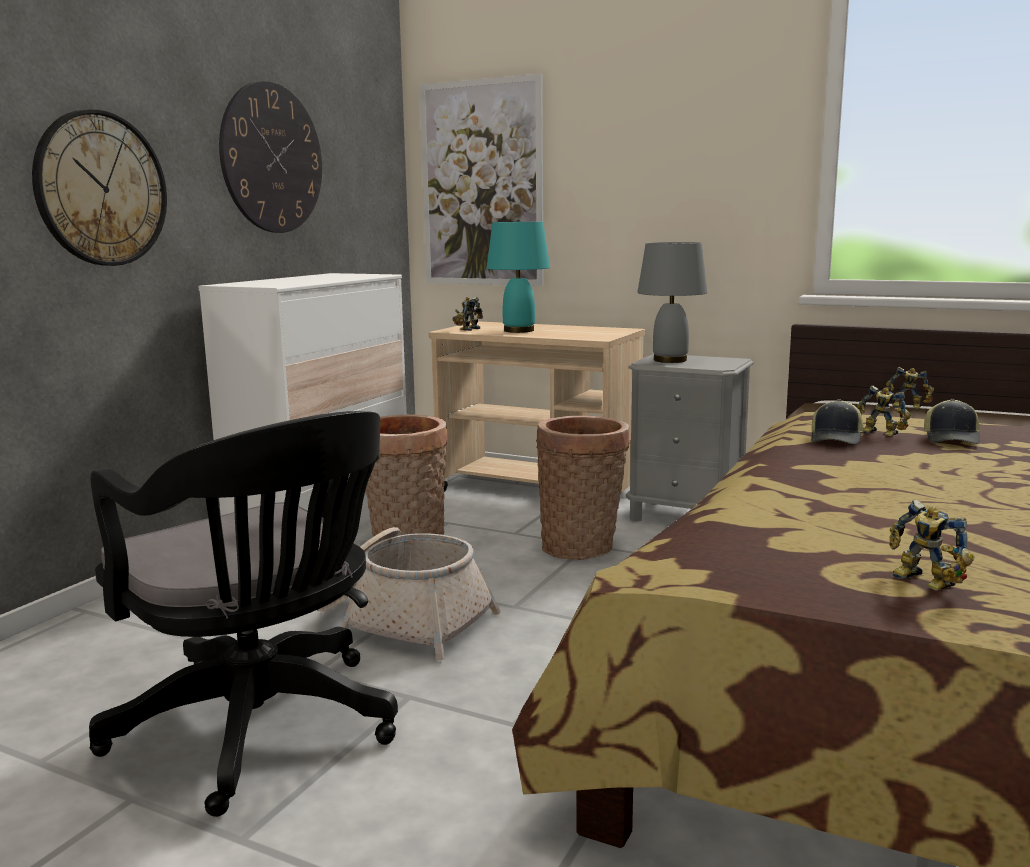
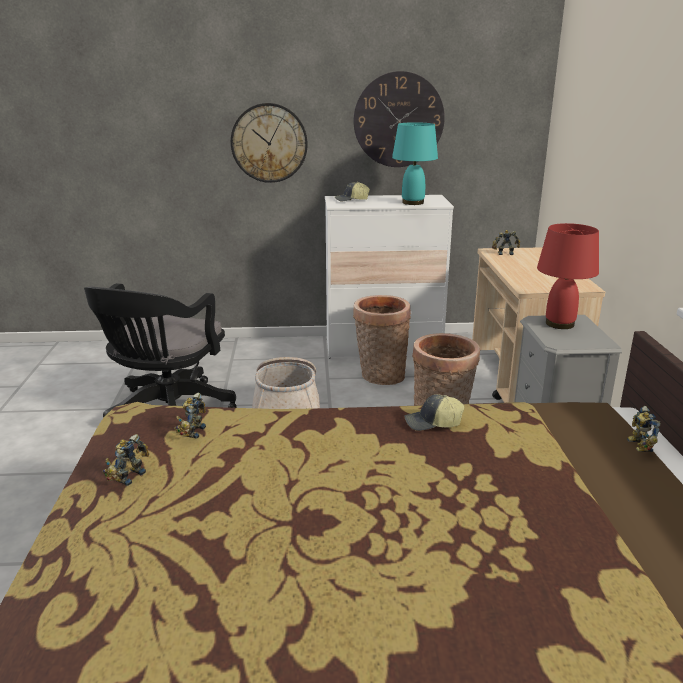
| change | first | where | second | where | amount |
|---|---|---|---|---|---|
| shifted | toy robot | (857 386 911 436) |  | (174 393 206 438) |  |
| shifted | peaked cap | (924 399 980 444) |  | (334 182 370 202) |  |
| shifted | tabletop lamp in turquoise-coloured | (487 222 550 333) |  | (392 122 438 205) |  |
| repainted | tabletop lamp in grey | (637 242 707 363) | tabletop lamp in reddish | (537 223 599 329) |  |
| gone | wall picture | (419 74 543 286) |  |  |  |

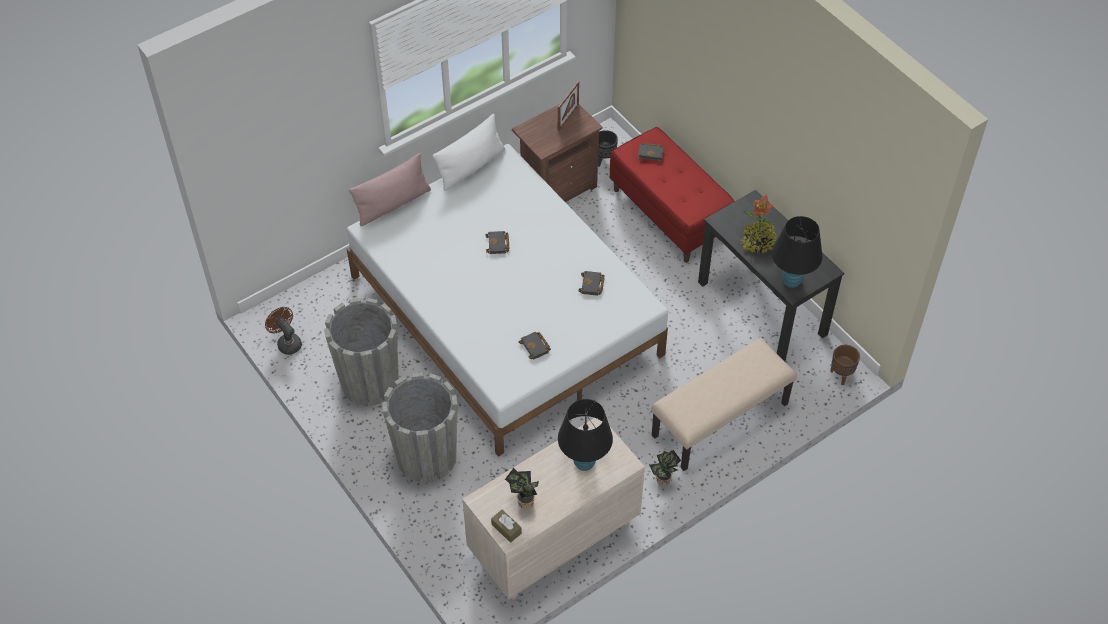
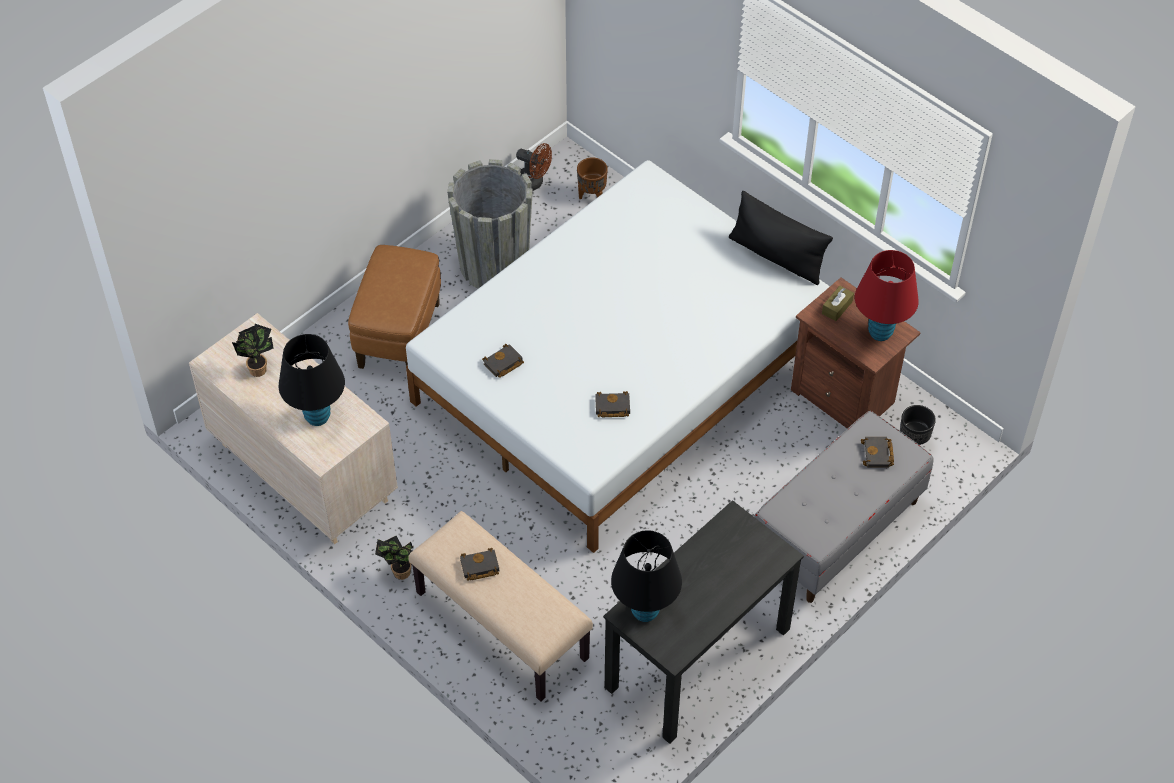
| change | first | where | second | where | amount |
|---|---|---|---|---|---|
| swapped | flower pot in grey | (382 372 458 483) | footrest in brown-coloured | (348 245 441 369) |  |
| shifted | book in blackish | (485 231 509 254) |  | (460 548 499 581) |  |
| rotated | cooling fan in brown-coloured | (265 307 302 355) |  | (516 143 552 191) | 75 degrees clockwise |
| shifted | flower pot in brown-coloured | (830 345 860 385) |  | (577 157 608 199) |  |
| repainted | cushion in white | (433 114 505 191) | cushion in blackish | (729 191 833 285) |  |
| repainted | bench in reddish | (610 127 735 263) | bench in grey | (754 411 933 603) |  |
| shifted | tissue box in brown-coloured | (491 510 522 543) |  | (822 286 854 321) |  |
| swapped | photo frame | (558 81 579 131) | tabletop lamp in reddish | (855 250 919 341) |  |
| gone | cushion in pink | (349 153 431 226) |  |  |  |
| gone | houseplant | (741 195 777 253) |  |  |  |

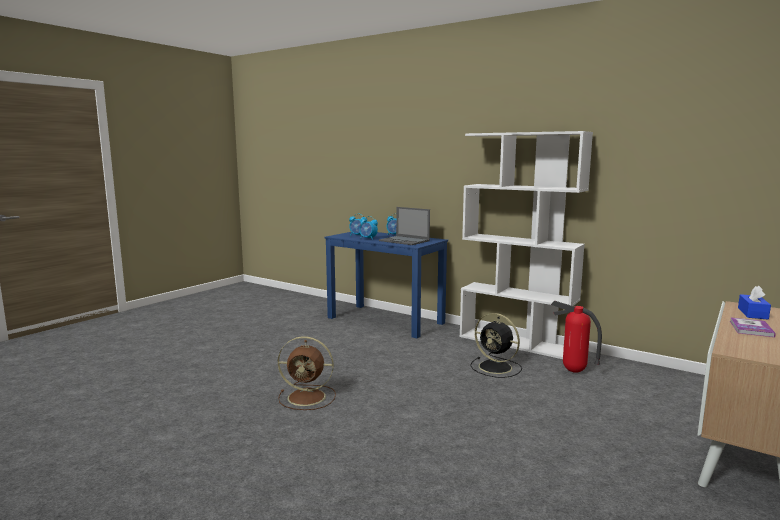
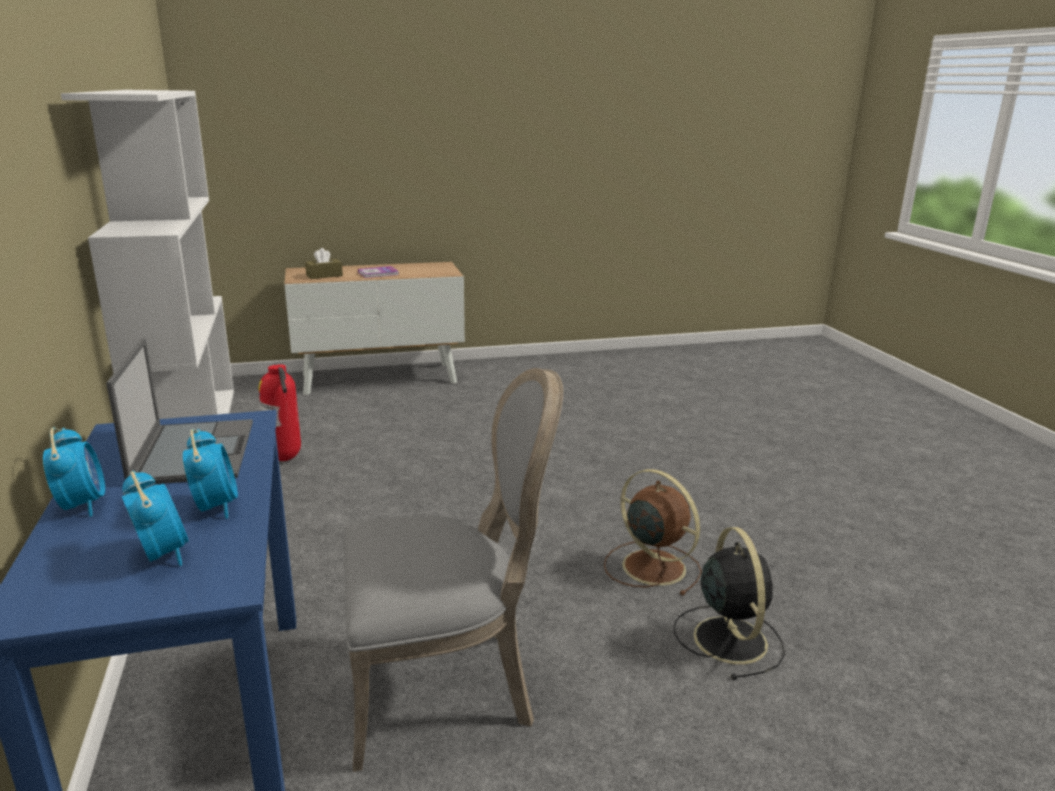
| change | first | where | second | where | amount |
|---|---|---|---|---|---|
| repainted | tissue box in blue | (738 285 771 320) | tissue box in brown-coloured | (305 248 343 279) |  |
| new |  |  | plain chair in grey | (344 368 563 772) |  |
| shifted | cooling fan in blackish | (470 313 522 378) |  | (674 527 785 680) |  |

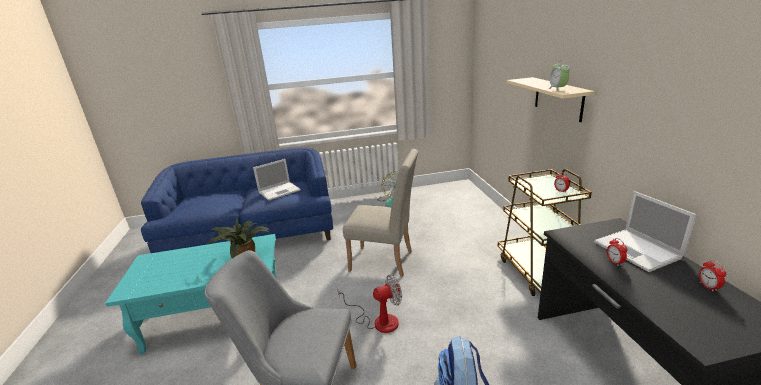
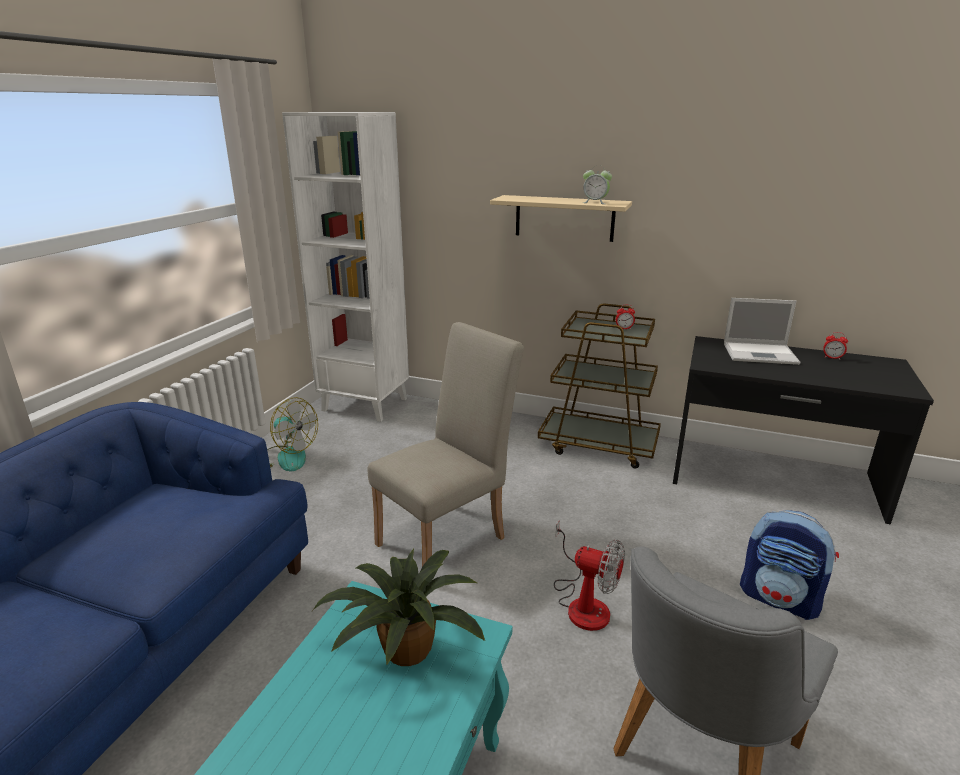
| change | first | where | second | where | amount |
|---|---|---|---|---|---|
| new |  |  | bookshelf in white | (282 112 409 422) |  |
| rotated | cooling fan | (337 275 402 333) |  | (554 520 625 631) | 105 degrees clockwise |
| gone | notebook computer | (253 159 301 201) |  |  |  |
| gone | table clock | (607 238 628 266) |  |  |  |

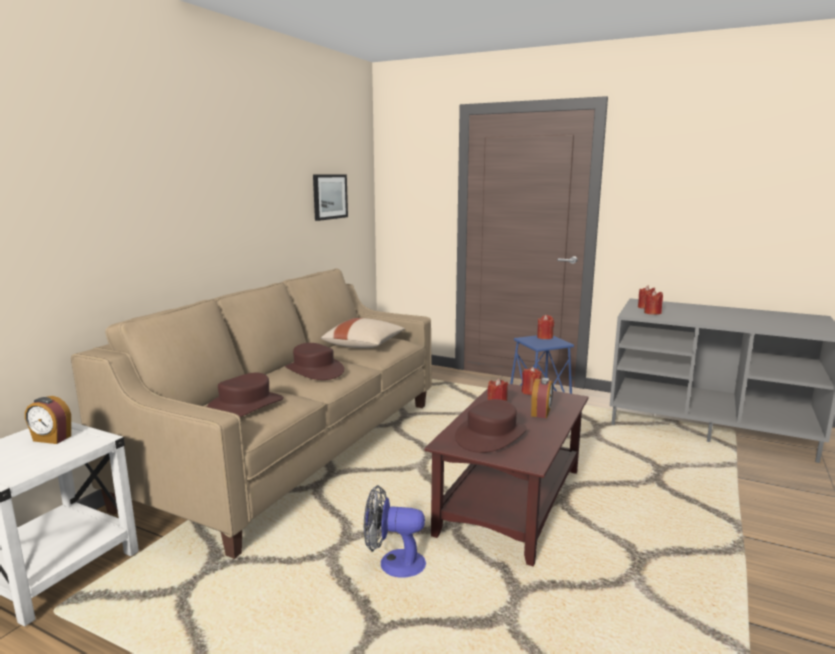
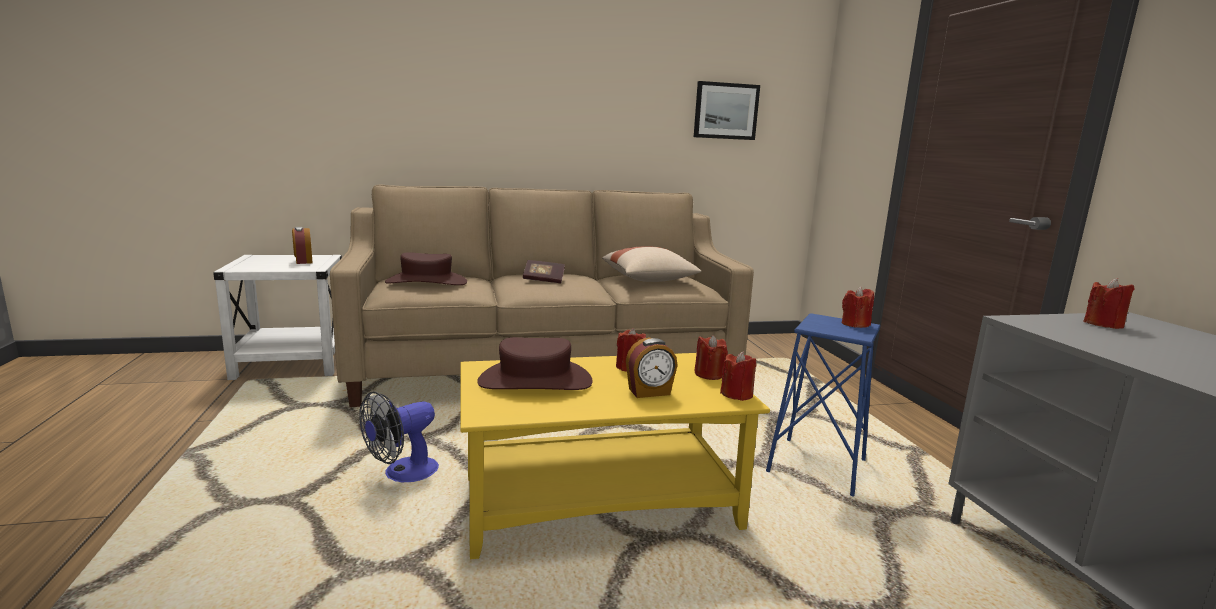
| change | first | where | second | where | amount |
|---|---|---|---|---|---|
| rotated | cooling fan | (364 485 426 578) |  | (359 391 439 482) | 105 degrees counterclockwise |
| repainted | coffee table in brown-coloured | (424 384 589 566) | coffee table in yellowish | (460 353 770 560) |  |
| swapped | clothing hat in brown-coloured | (285 343 344 380) | book | (523 260 565 283) |  |
| shifted | candle in reddish | (644 290 663 315) |  | (720 351 757 401) |  |

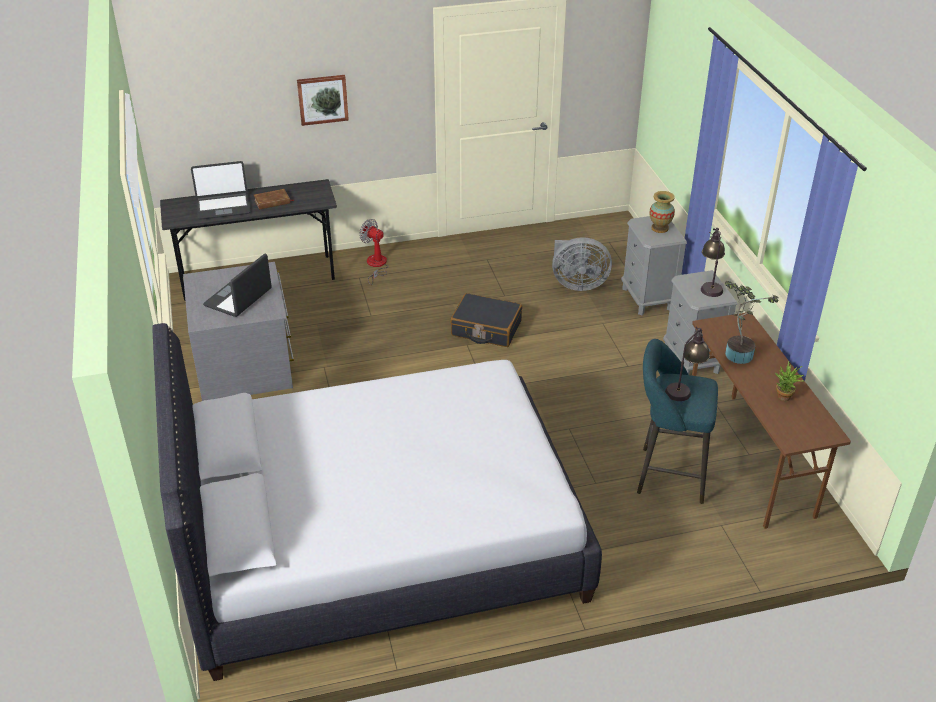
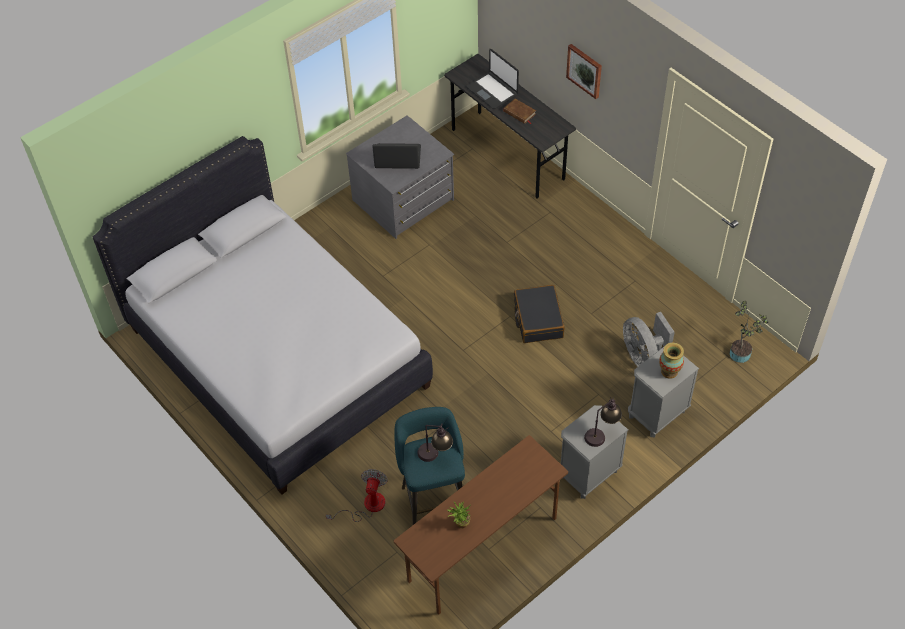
| change | first | where | second | where | amount |
|---|---|---|---|---|---|
| shifted | cooling fan | (359 219 389 285) |  | (325 469 388 522) |  |
| shifted | houseplant | (725 281 779 364) |  | (729 301 768 363) |  |

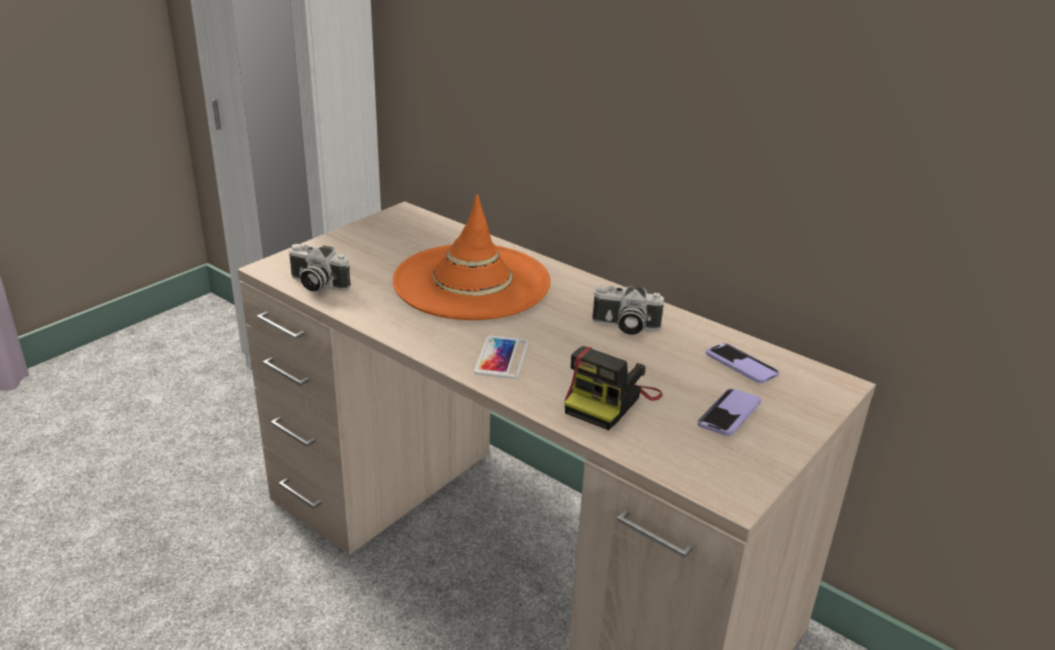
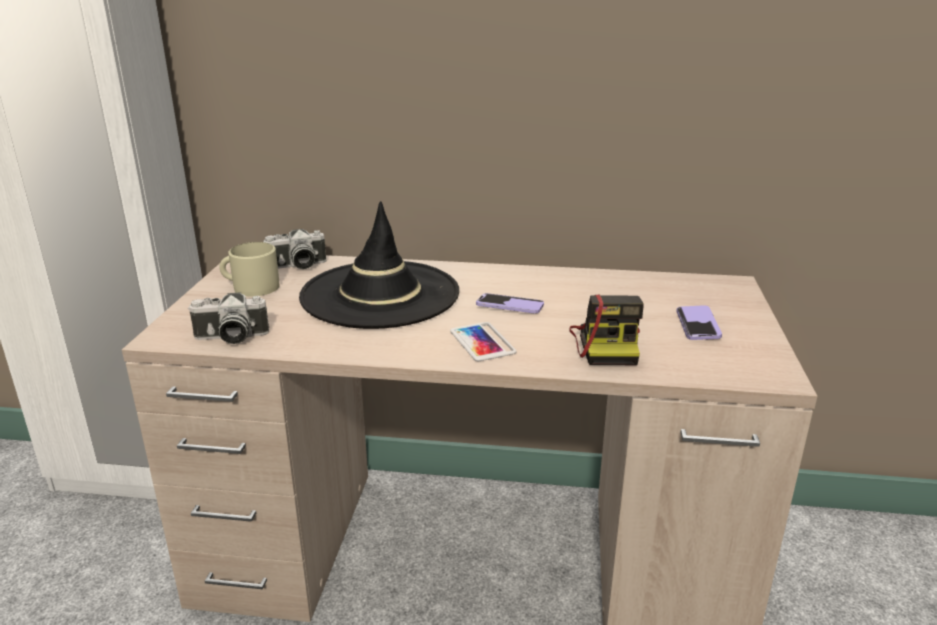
| change | first | where | second | where | amount |
|---|---|---|---|---|---|
| new |  |  | coffee mug in beige | (219 242 279 297) |  |
| shifted | photo camera | (592 285 664 335) |  | (263 229 326 269) |  |
| repainted | clothing hat in orange | (393 194 550 320) | clothing hat in blackish | (299 201 459 329) |  |
| shifted | telephone | (706 343 779 383) |  | (476 293 544 313) |  |

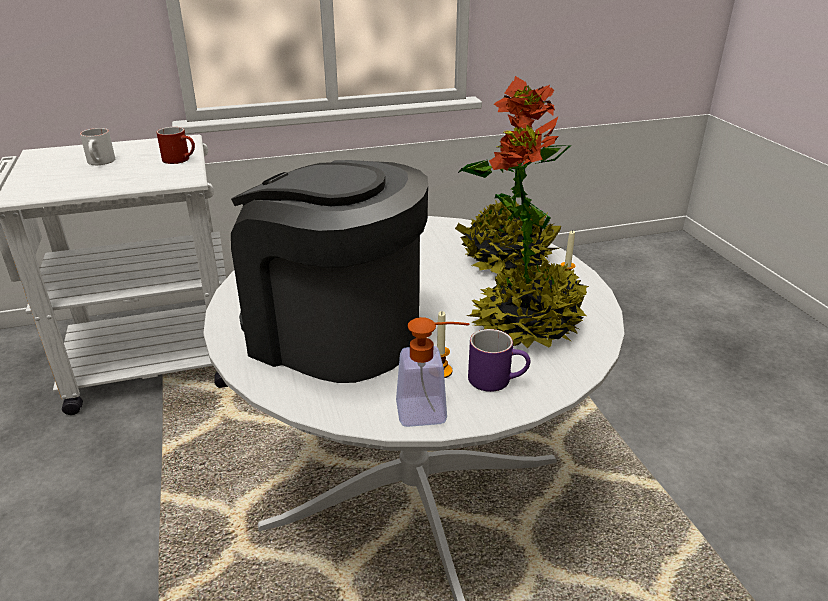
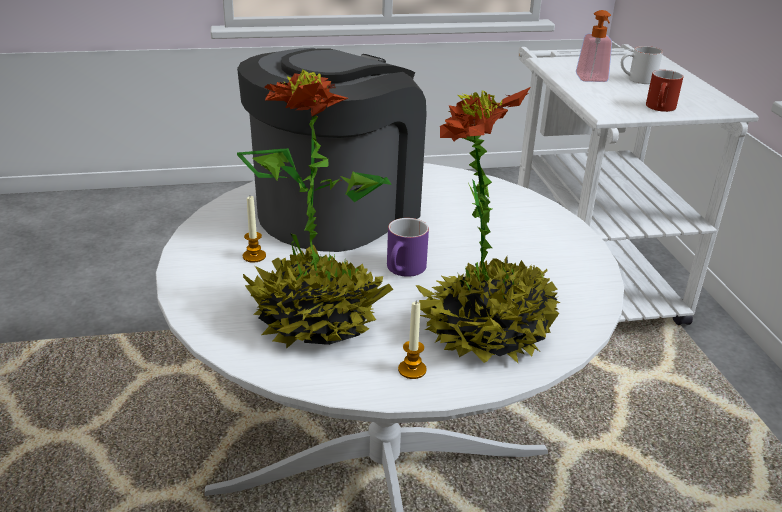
| change | first | where | second | where | amount |
|---|---|---|---|---|---|
| shifted | coffee mug in purplish | (468 329 530 392) |  | (387 218 429 277) |  |
| shifted | soap bottle | (396 317 470 427) |  | (576 10 612 82) |  |

